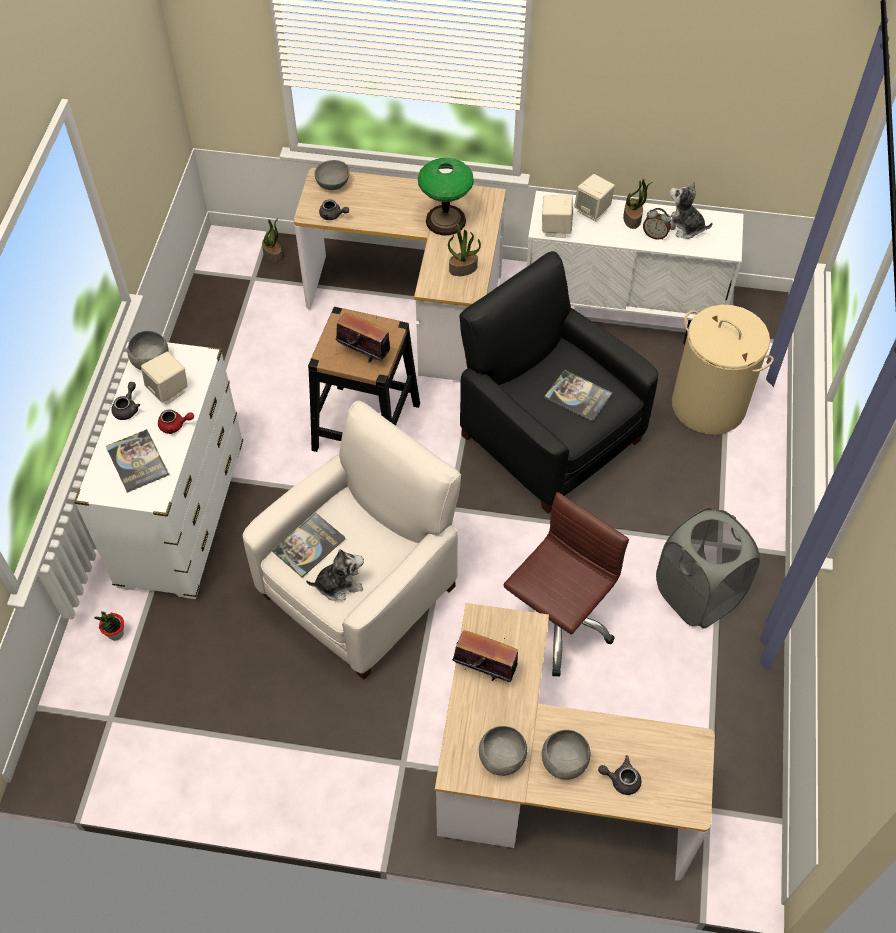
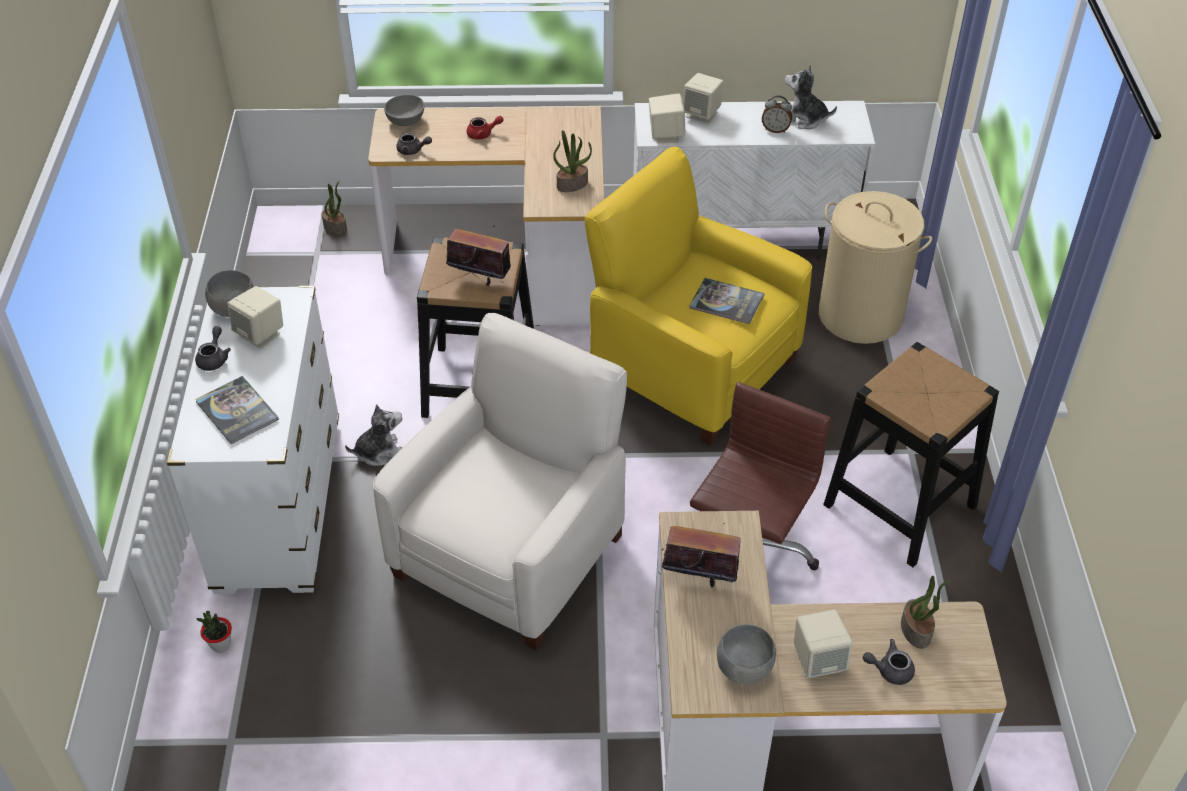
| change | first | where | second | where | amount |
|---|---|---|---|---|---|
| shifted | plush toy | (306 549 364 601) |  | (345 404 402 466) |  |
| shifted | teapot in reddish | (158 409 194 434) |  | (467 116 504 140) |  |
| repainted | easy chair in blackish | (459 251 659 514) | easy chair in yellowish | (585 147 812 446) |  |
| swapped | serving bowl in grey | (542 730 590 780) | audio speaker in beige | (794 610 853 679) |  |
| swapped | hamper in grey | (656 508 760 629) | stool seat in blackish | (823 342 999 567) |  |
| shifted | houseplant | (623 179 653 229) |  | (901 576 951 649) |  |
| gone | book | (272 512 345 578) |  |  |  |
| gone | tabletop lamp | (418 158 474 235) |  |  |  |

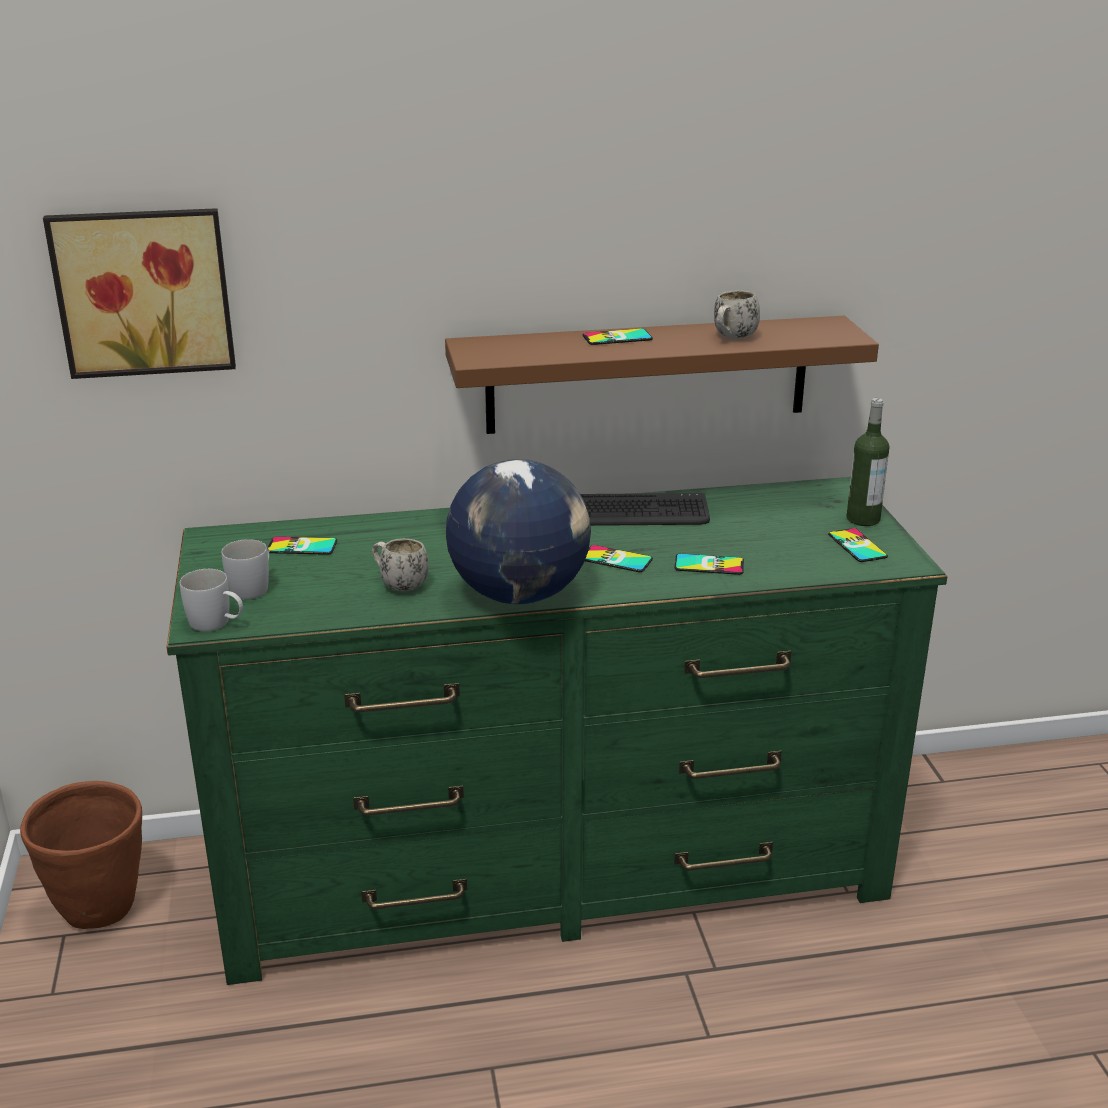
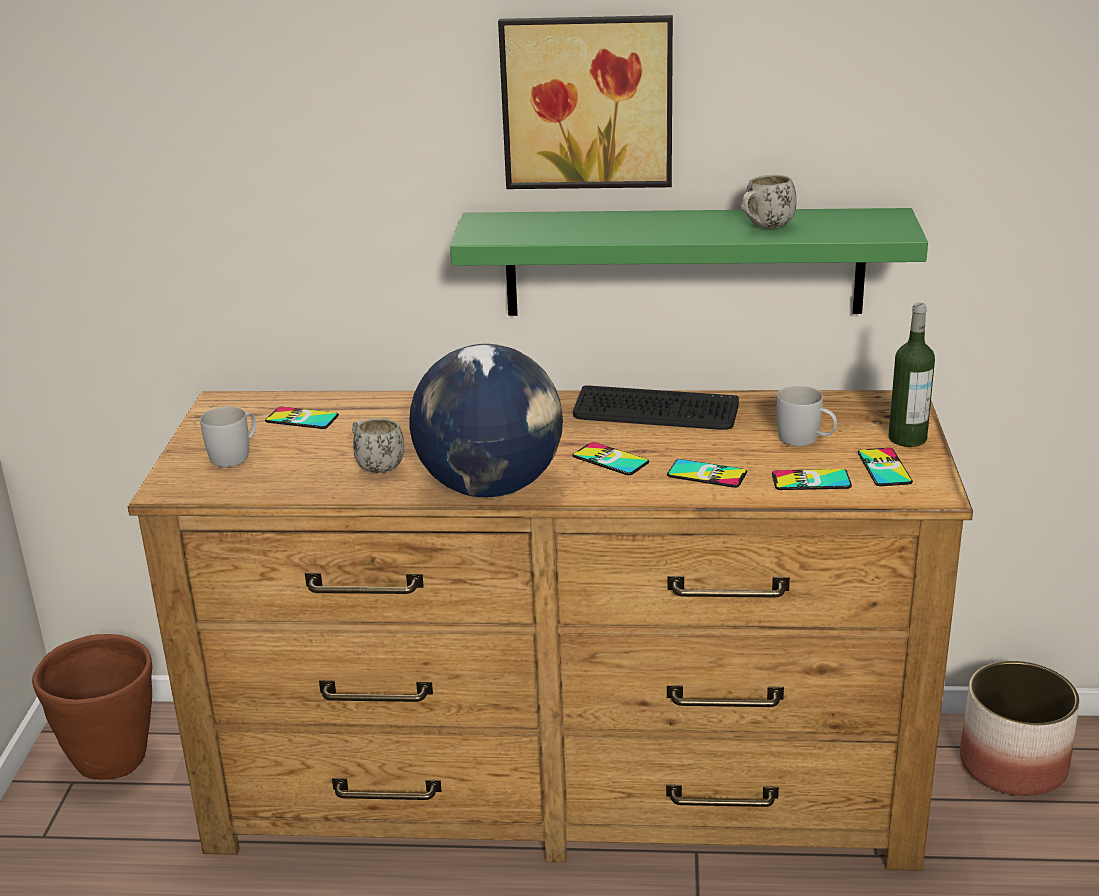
| change | first | where | second | where | amount |
|---|---|---|---|---|---|
| repainted | chest of drawers in greenish | (166 477 947 985) | chest of drawers in brown-coloured | (128 390 973 871) |  |
| repainted | bracket shelf in brown-coloured | (445 316 879 434) | bracket shelf in greenish | (450 208 928 316) |  |
| shifted | wall picture | (43 208 236 379) |  | (498 15 673 189) |  |
| shifted | telephone | (583 328 653 345) |  | (772 469 852 490) |  |
| shifted | coffee mug in white | (180 569 243 632) |  | (777 386 837 446) |  |
| new |  |  | flower pot | (960 661 1080 796) |  |

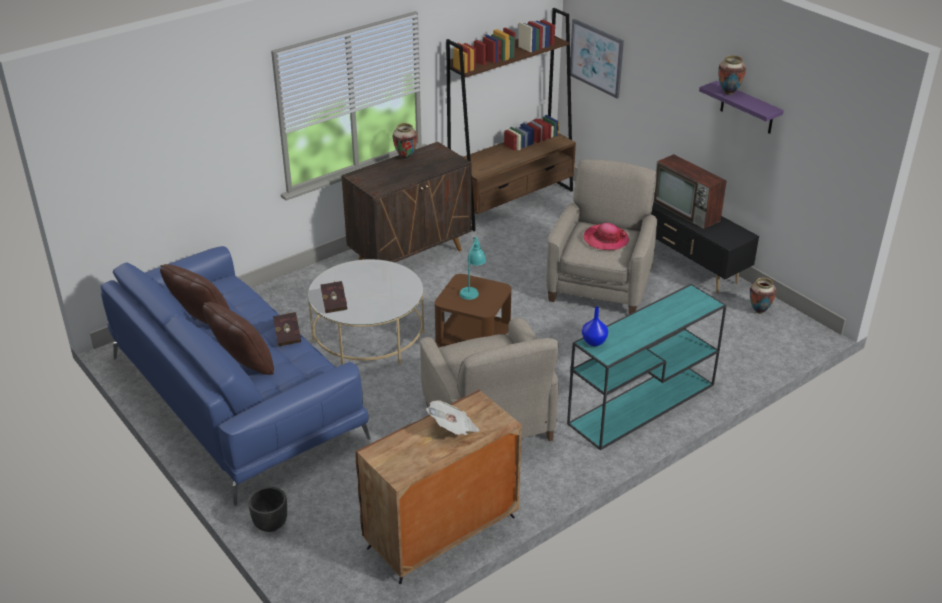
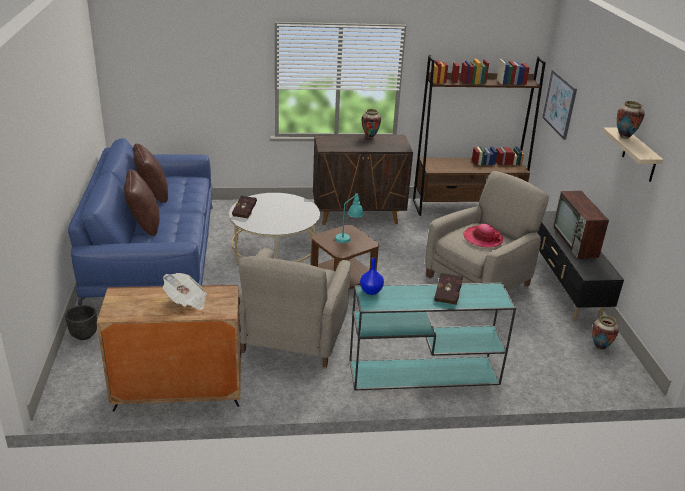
| change | first | where | second | where | amount |
|---|---|---|---|---|---|
| shifted | book in reddish | (273 312 301 347) |  | (434 273 463 305) |  |
| repainted | bracket shelf in purplish | (699 81 784 134) | bracket shelf in beige | (602 127 664 182) |  |

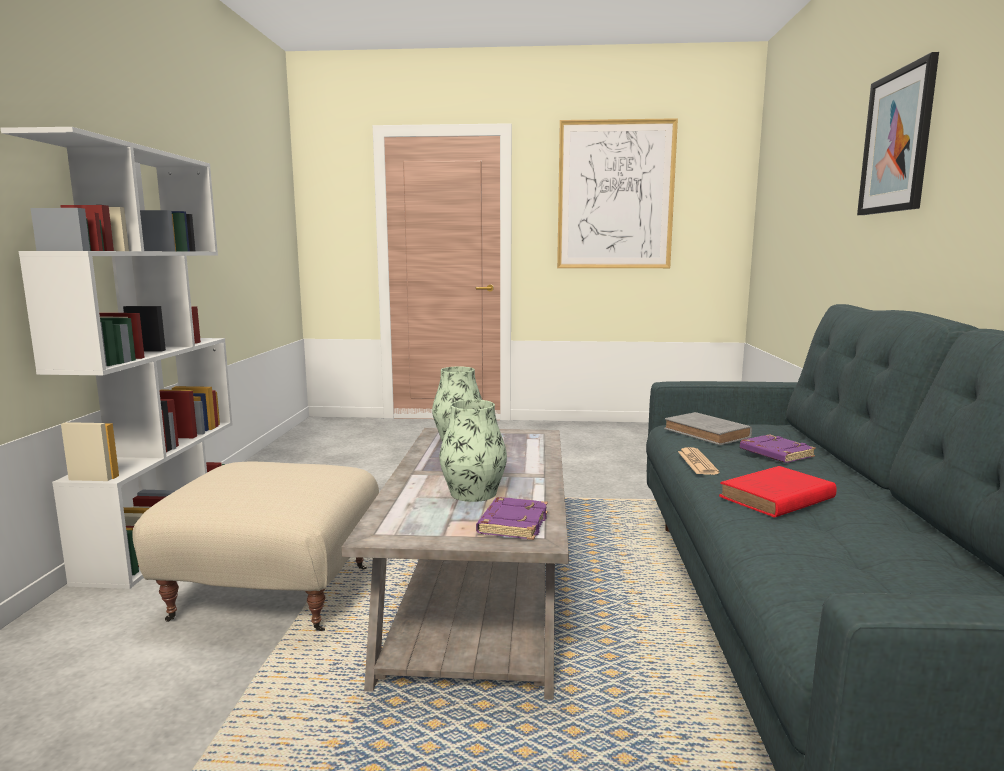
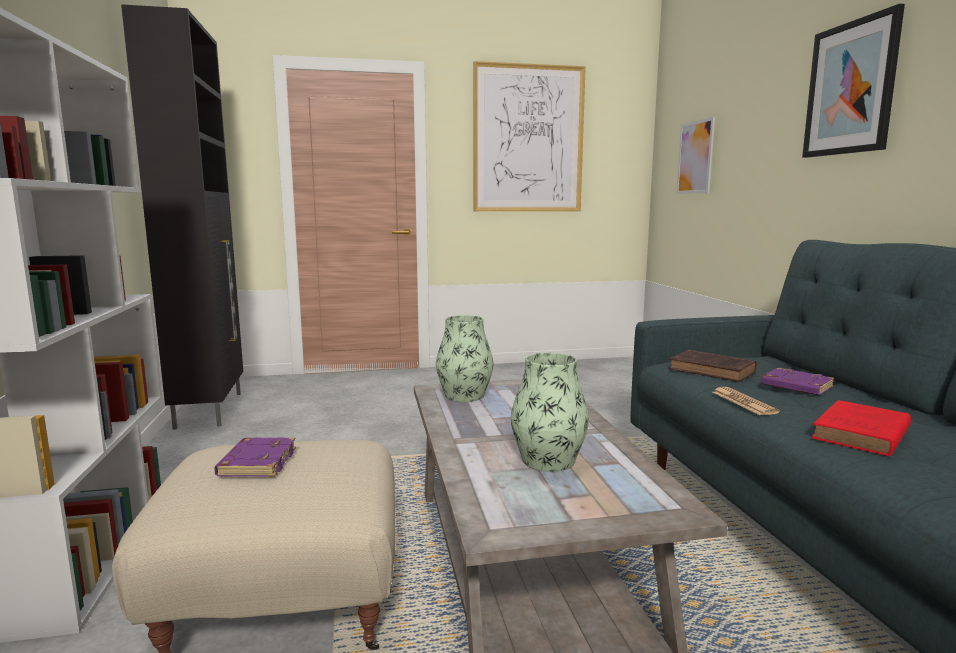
| change | first | where | second | where | amount |
|---|---|---|---|---|---|
| new |  |  | cabinet in blackish | (121 4 243 429) |  |
| shifted | book in purplish | (476 497 548 540) |  | (214 437 296 477) |  |
| repainted | book in grey | (664 412 752 445) | book in brown-coloured | (669 350 757 382) |  |
| new |  |  | wall picture | (676 117 715 194) |  |

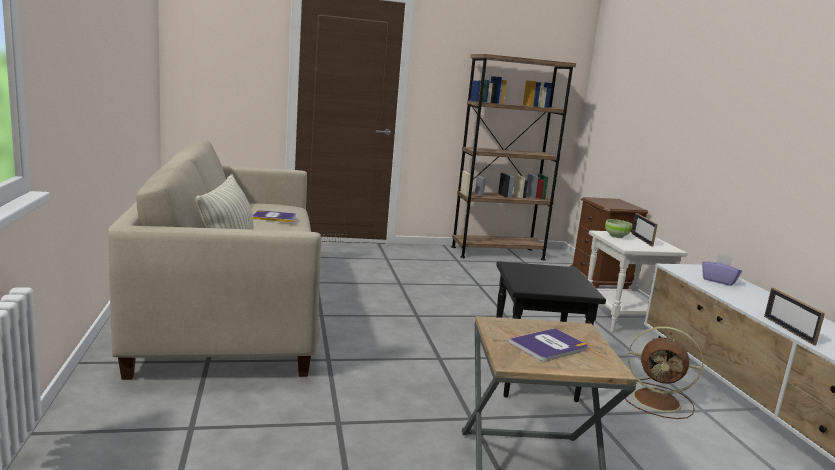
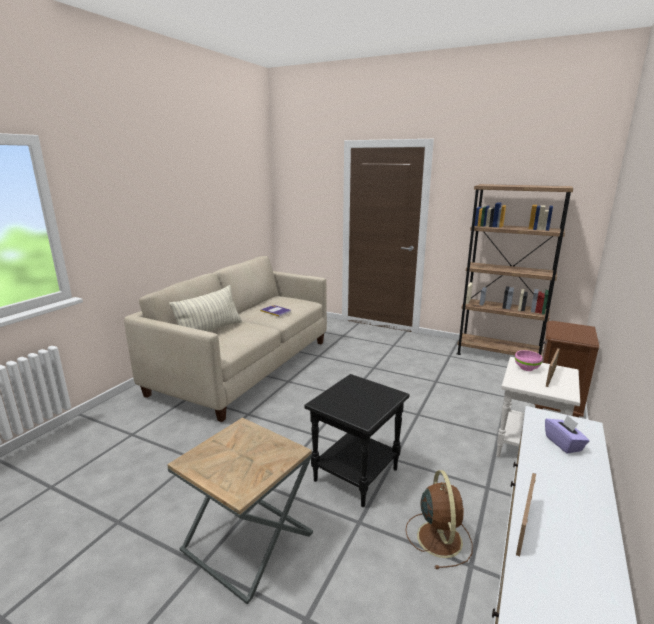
| change | first | where | second | where | amount |
|---|---|---|---|---|---|
| rotated | cooling fan in brown-coloured | (621 326 703 419) |  | (405 470 473 569) | 150 degrees counterclockwise |
| repainted | serving bowl in greenish | (605 219 632 238) | serving bowl in pink | (515 350 542 371) |  |
| gone | book | (509 328 588 361) |  |  |  |

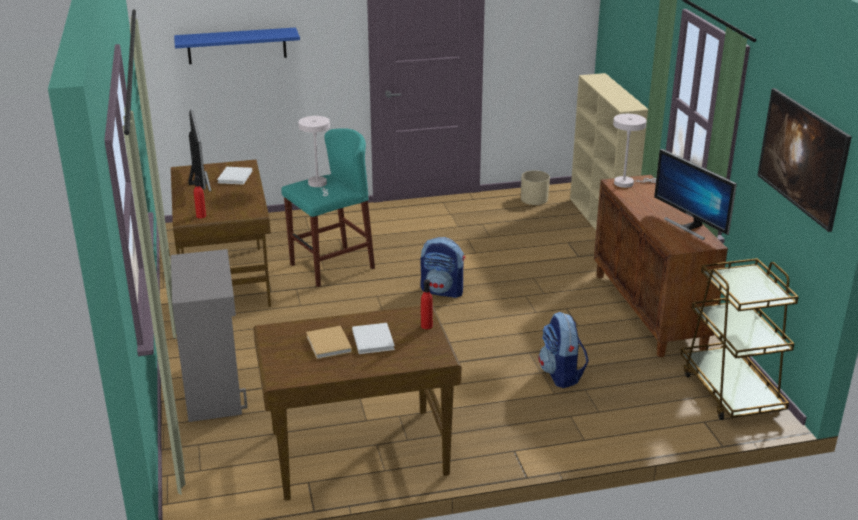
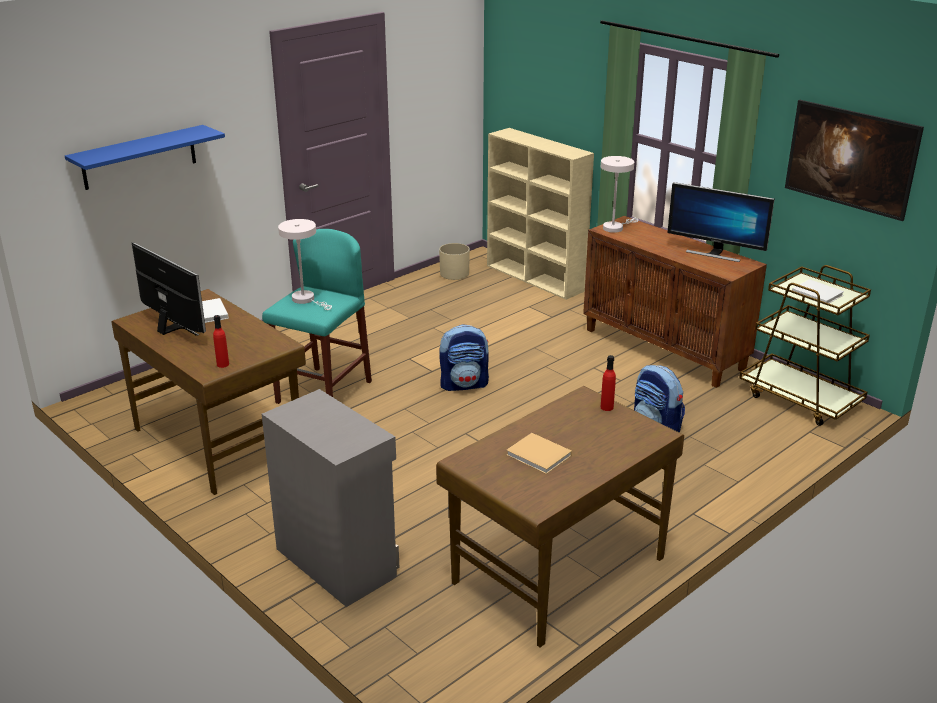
| change | first | where | second | where | amount |
|---|---|---|---|---|---|
| shifted | book in white | (352 323 395 354) |  | (792 279 844 305) |  |

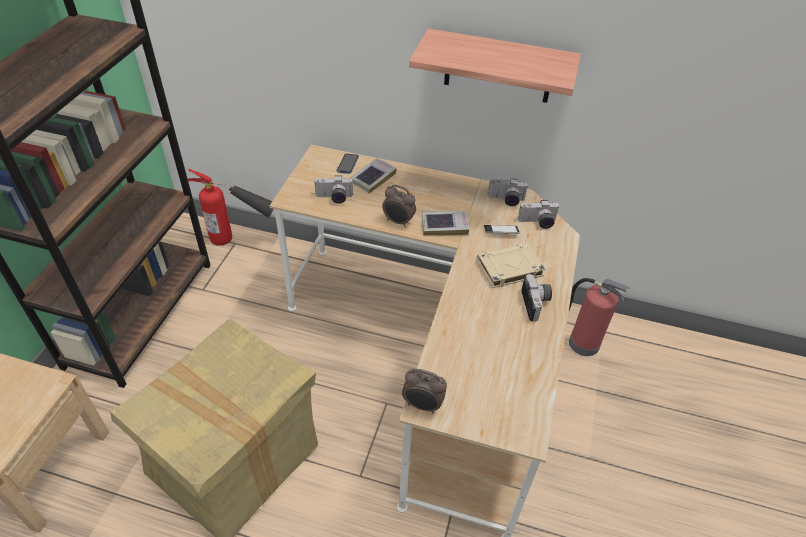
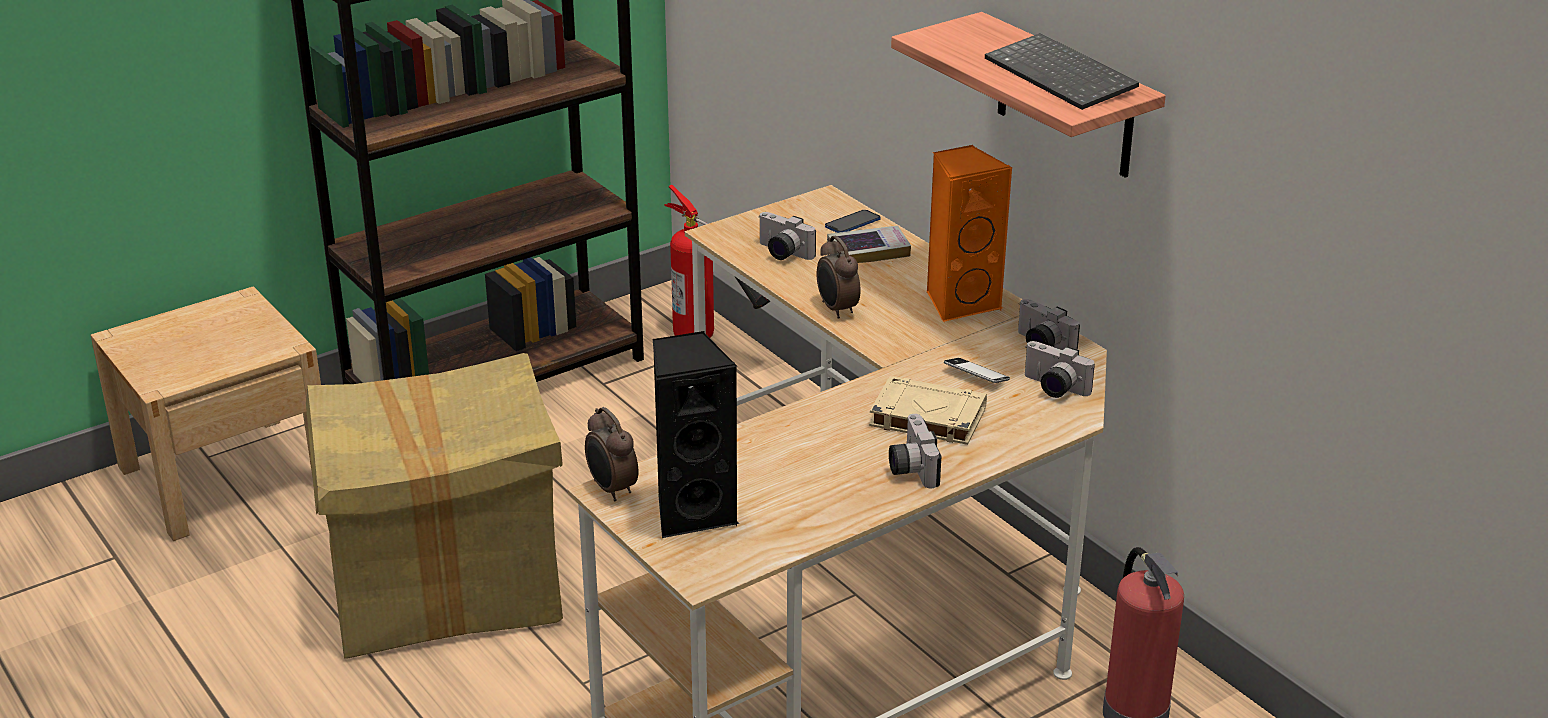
| change | first | where | second | where | amount |
|---|---|---|---|---|---|
| new |  |  | audio speaker in blackish | (653 331 739 538) |  |
| rotated | photo camera | (521 274 552 322) |  | (889 414 941 488) | 135 degrees clockwise |
| new |  |  | audio speaker in orange | (927 145 1012 322) |  |
| new |  |  | keyboard | (985 33 1139 110) |  |
| gone | book | (422 211 469 235) |  |  |  |

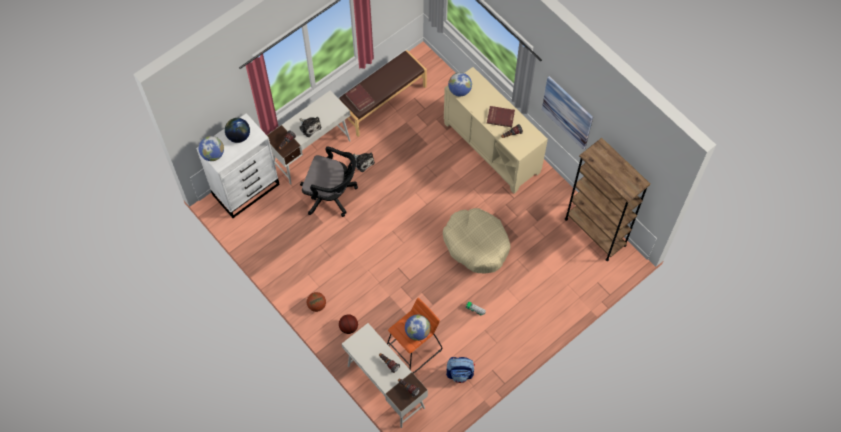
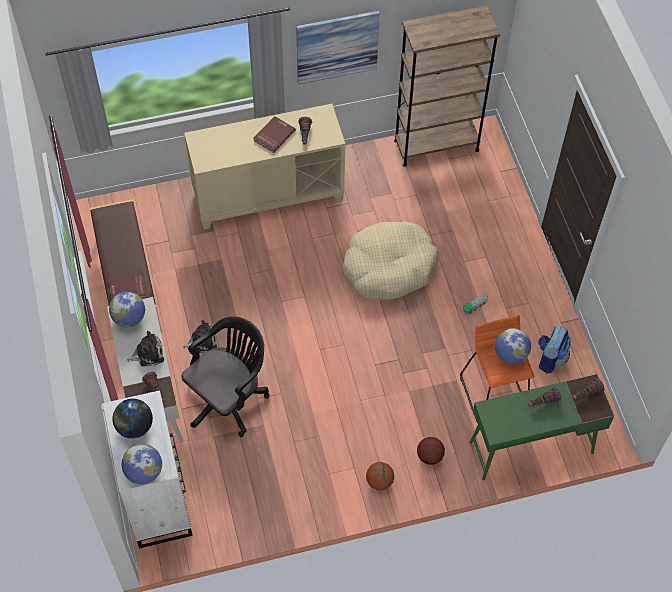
| change | first | where | second | where | amount |
|---|---|---|---|---|---|
| shifted | globe | (448 72 472 96) |  | (109 292 145 327) |  |
| repainted | desk table in white | (342 323 428 428) | desk table in greenish | (470 374 614 481) |  |

